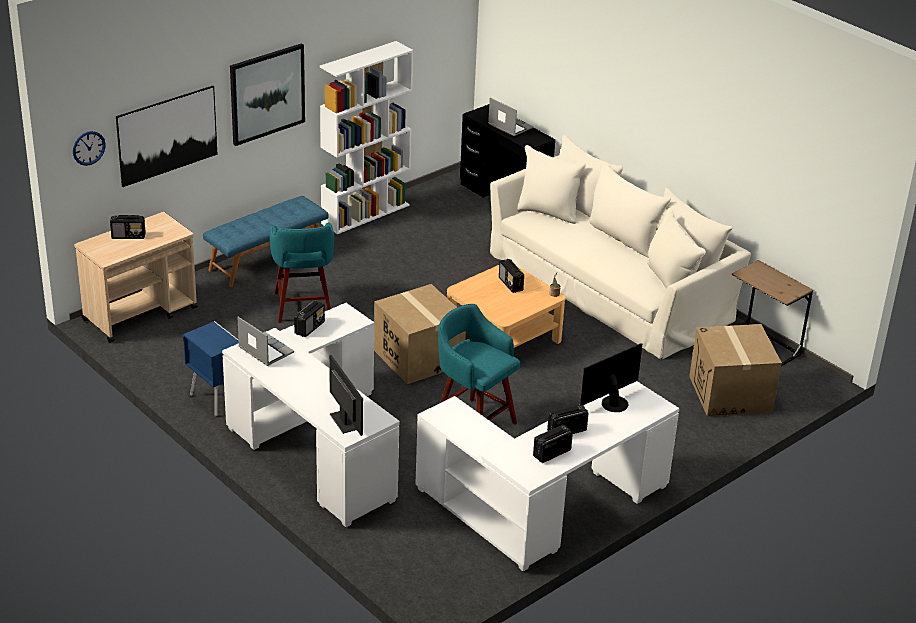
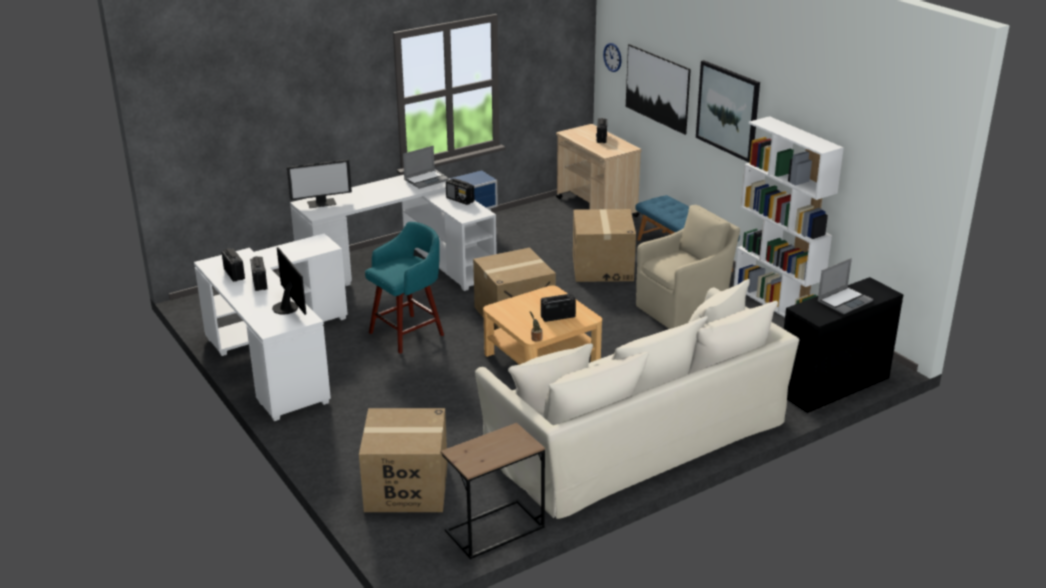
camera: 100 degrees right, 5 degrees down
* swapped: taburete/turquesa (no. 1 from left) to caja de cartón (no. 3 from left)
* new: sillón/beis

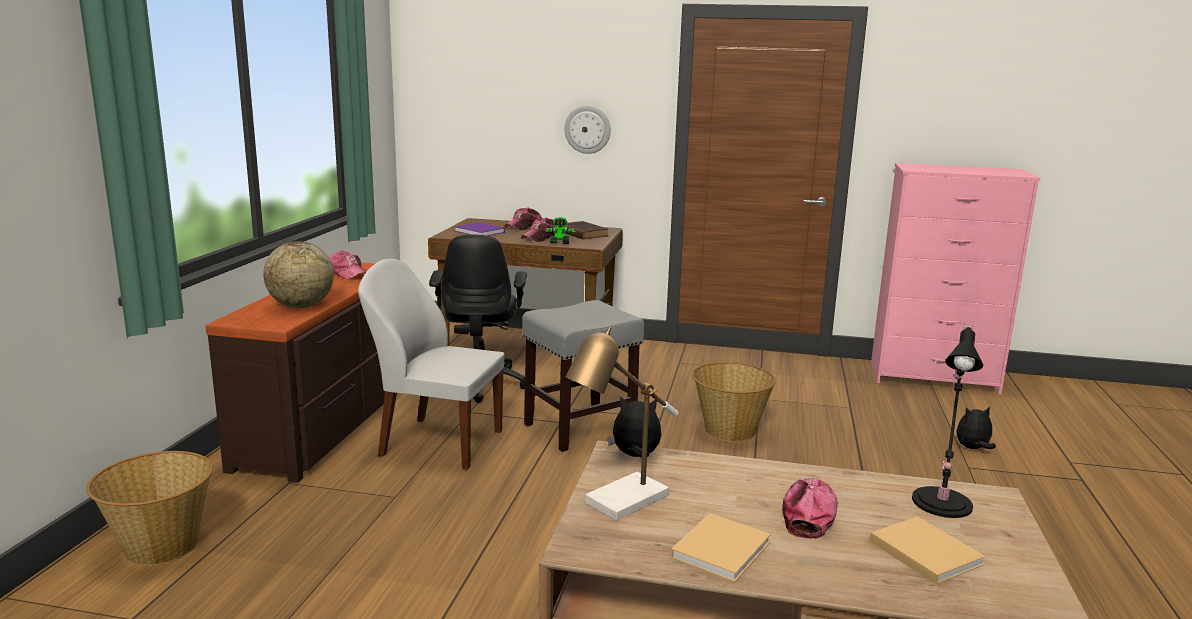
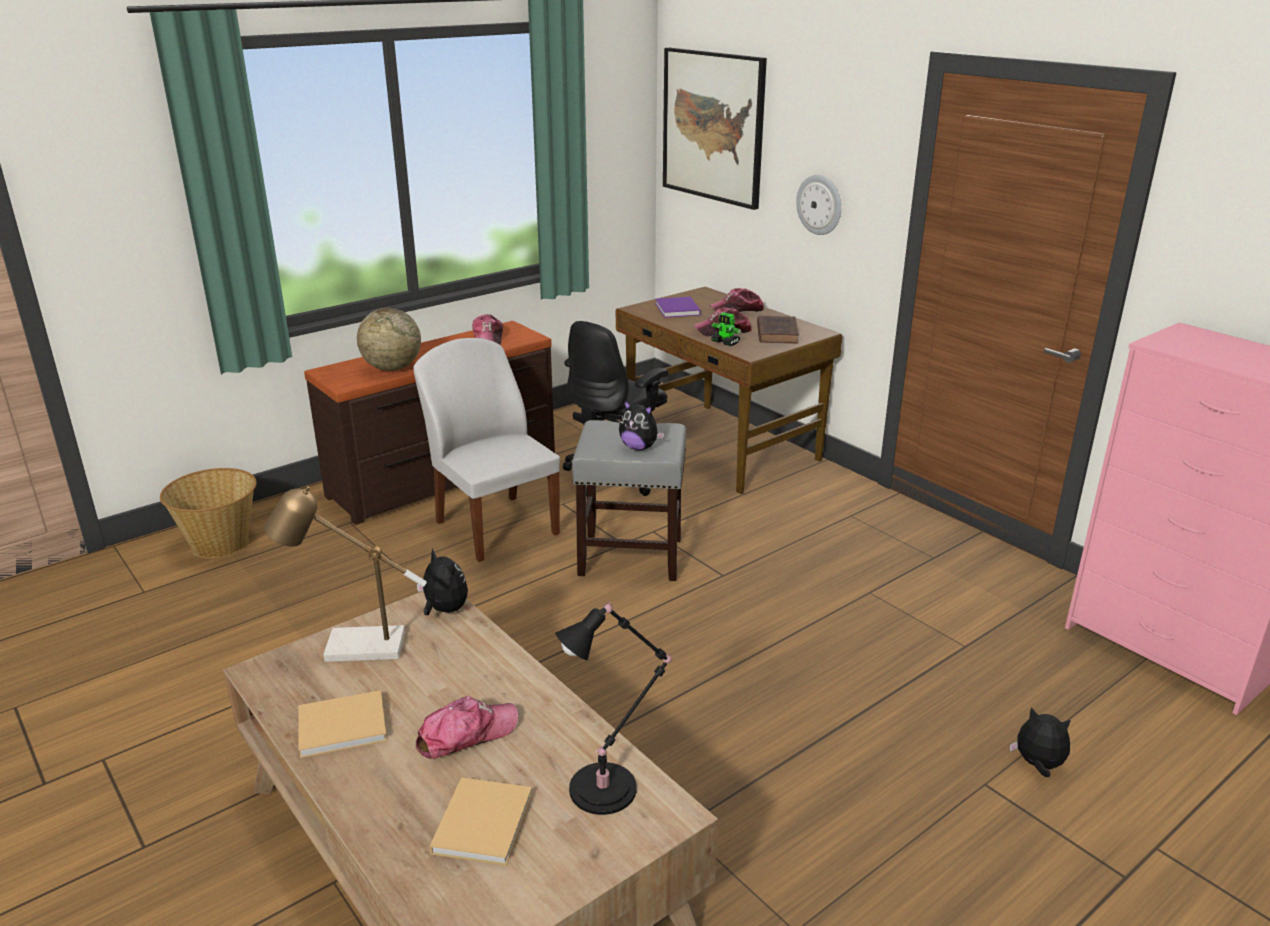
camera: 40 degrees right, 10 degrees up
* gone: cesta (no. 2 from left)
* new: peluche (no. 2 from left)
* new: cuadro

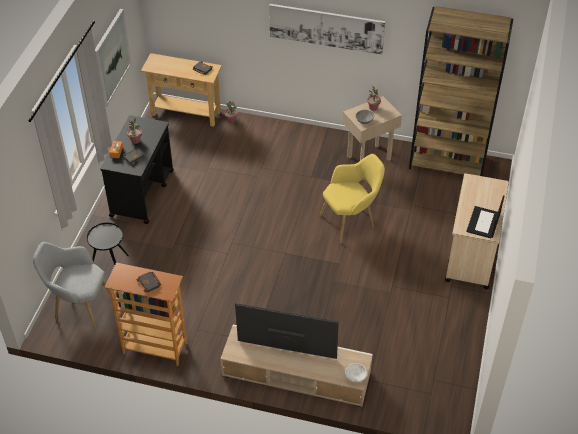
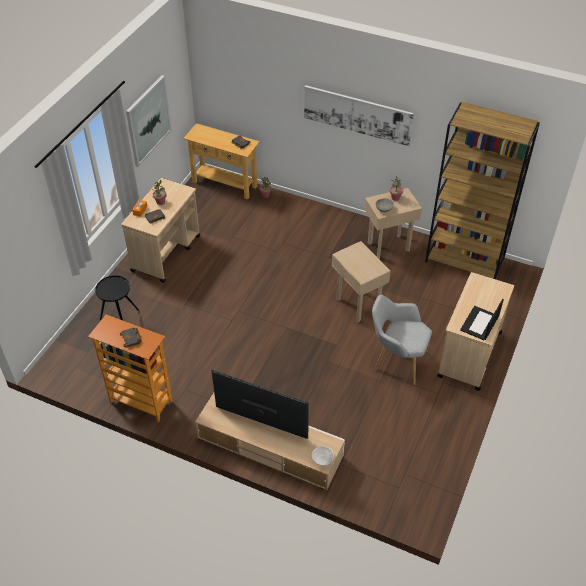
camera: 10 degrees right, 0 degrees up
* shifted: sillón/gris
* repainted: carrito/negro to carrito/beis (no. 1 from left)
* swapped: sillón/amarillo to mesa auxiliar/beis (no. 1 from left)

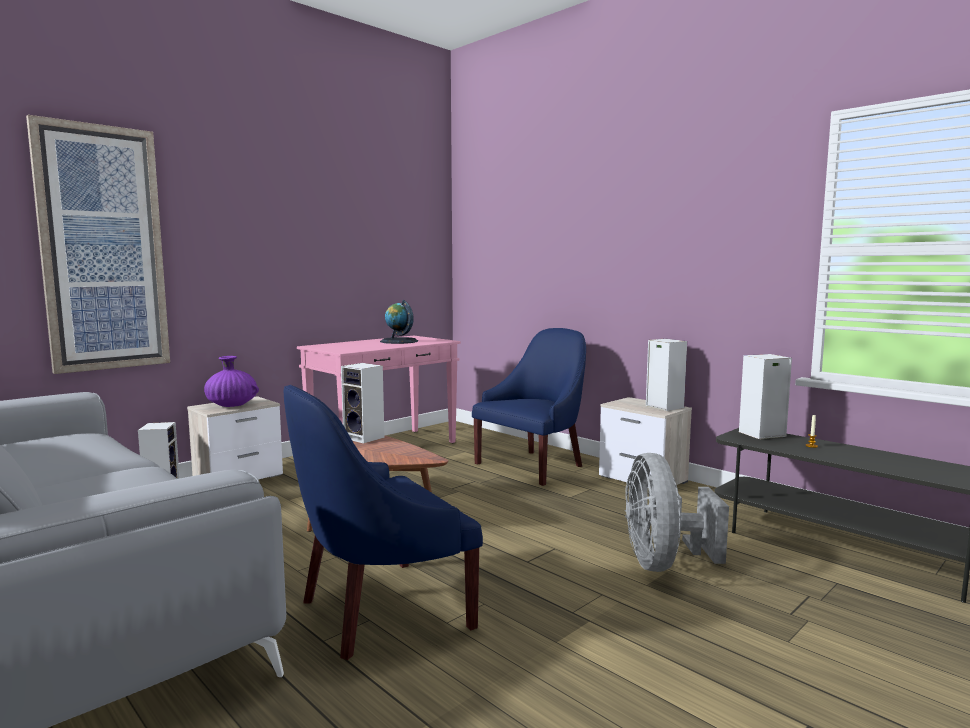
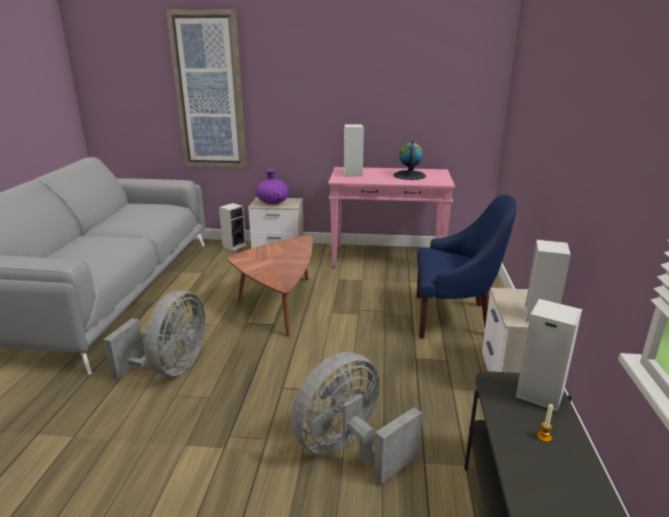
camera: 50 degrees right, 15 degrees up
* swapped: sillón/azul (no. 1 from left) to ventilador/gris (no. 1 from left)
* shifted: altavoz (no. 2 from left)

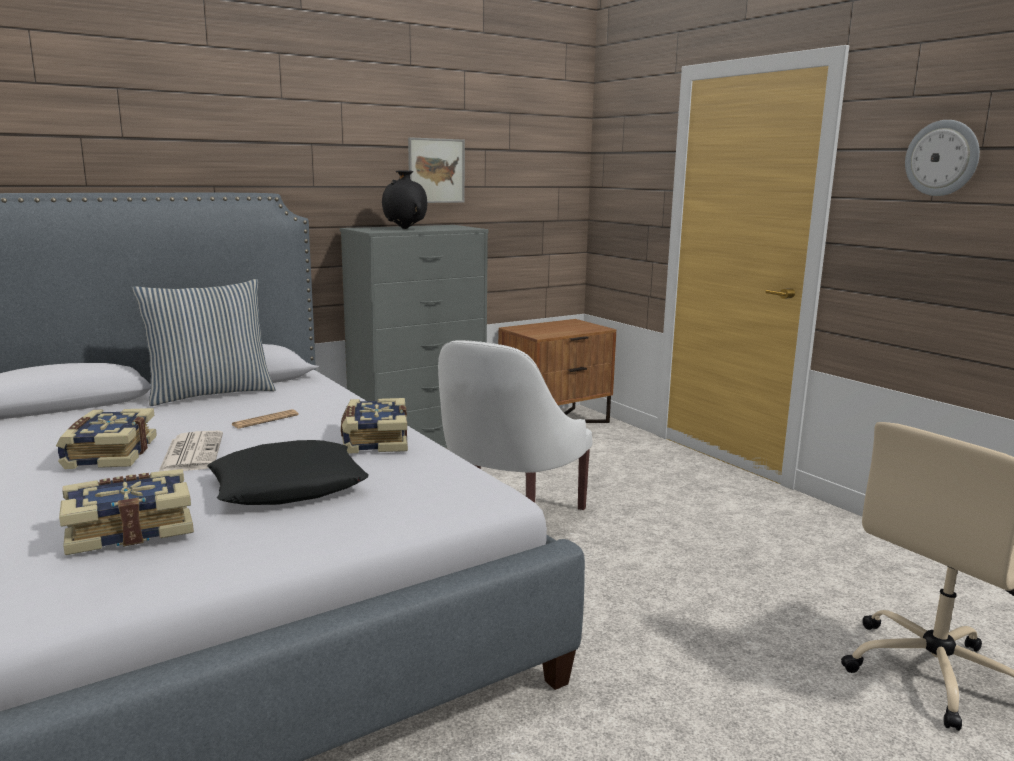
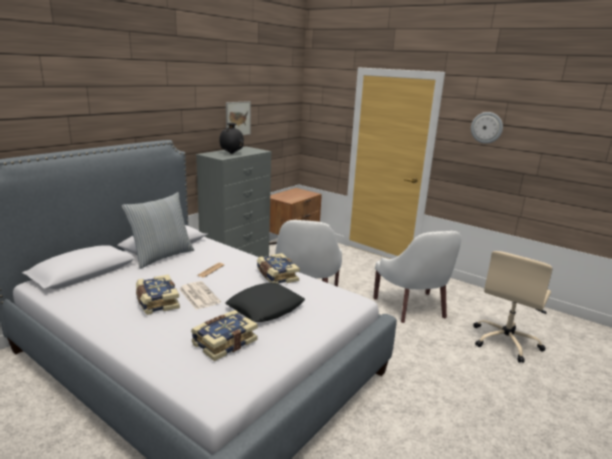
camera: 20 degrees left, 5 degrees up
* new: sillón/blanco (no. 2 from left)

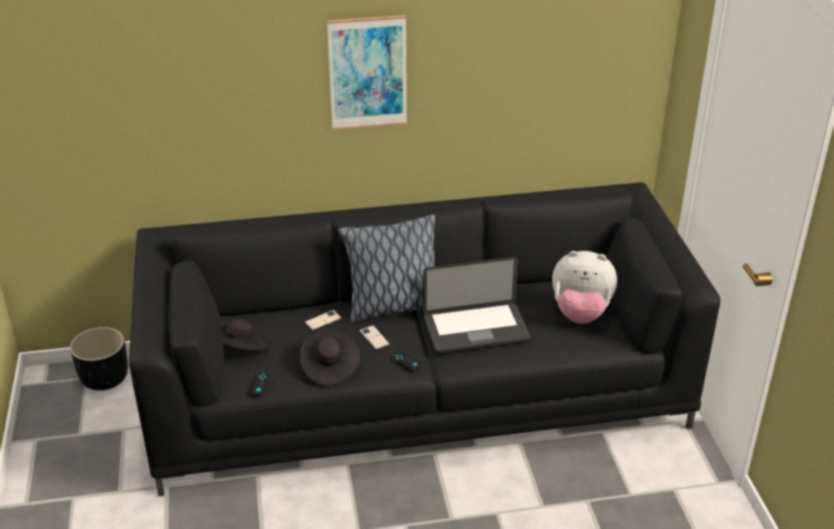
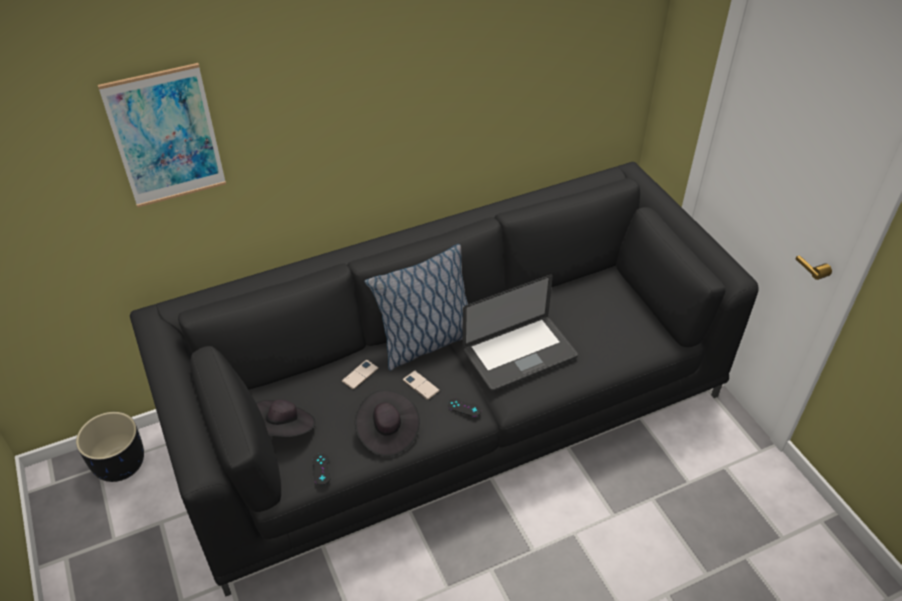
camera: 15 degrees left, 10 degrees up
* shifted: cuadro
* gone: peluche

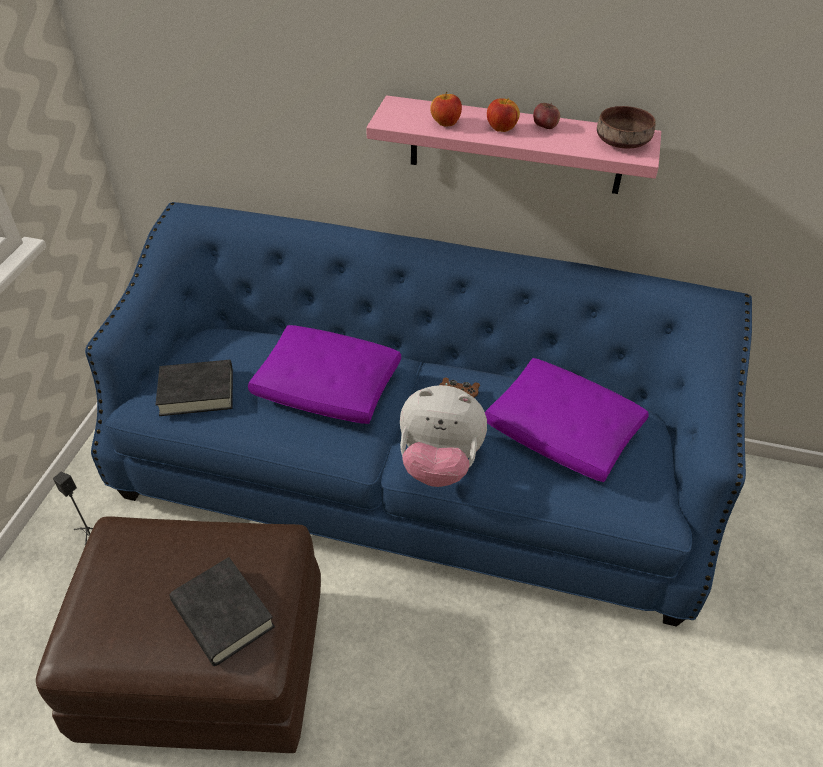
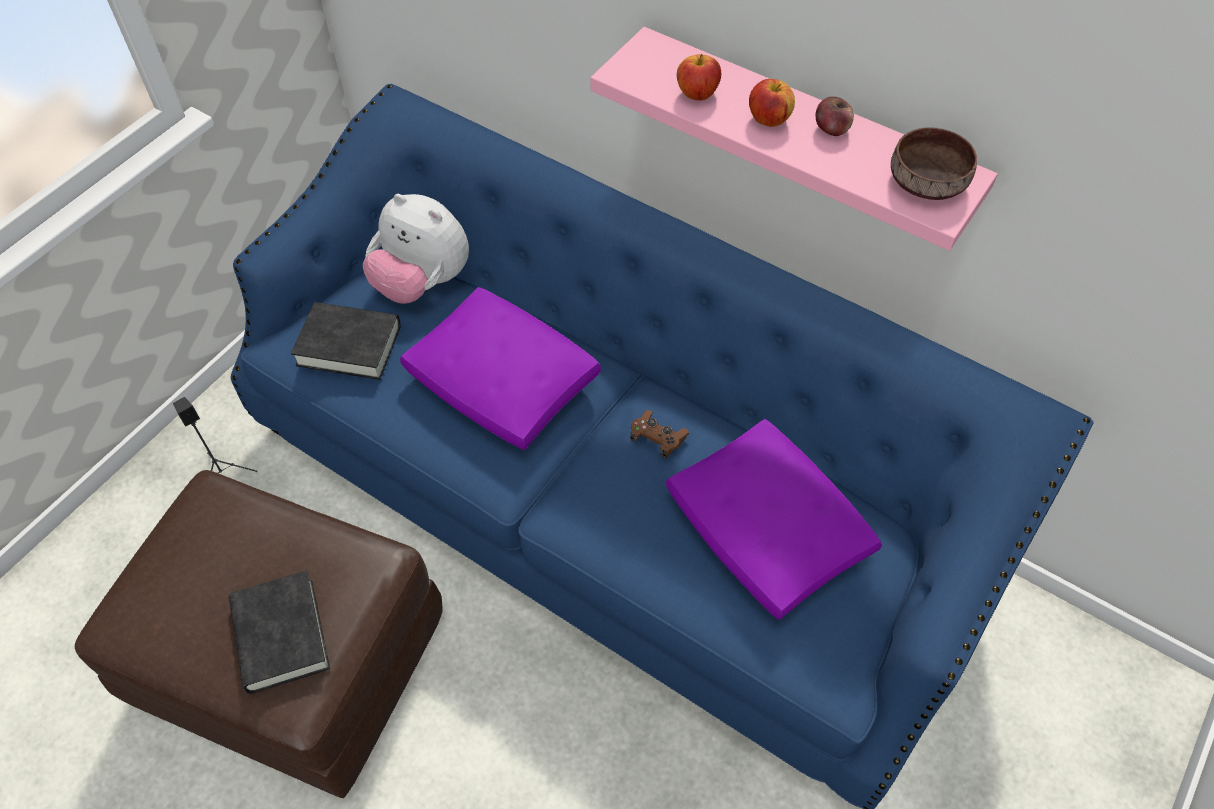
camera: 20 degrees right, 10 degrees up
* shifted: peluche

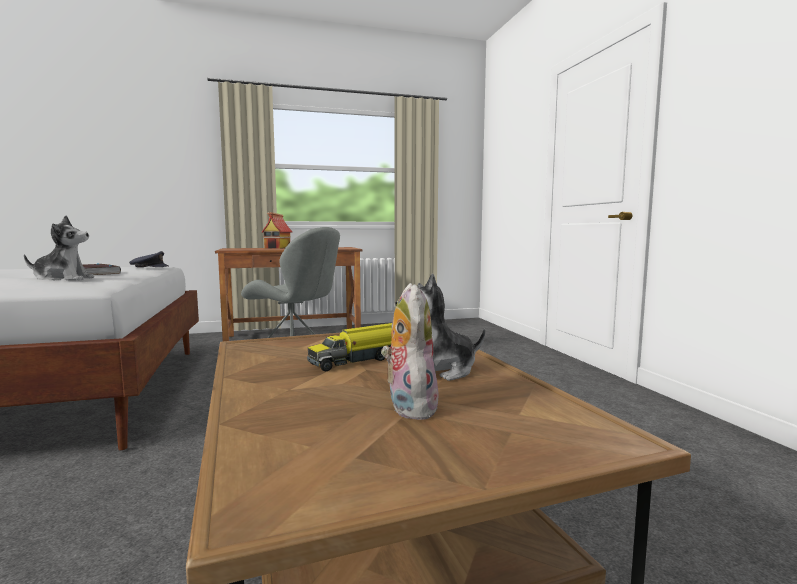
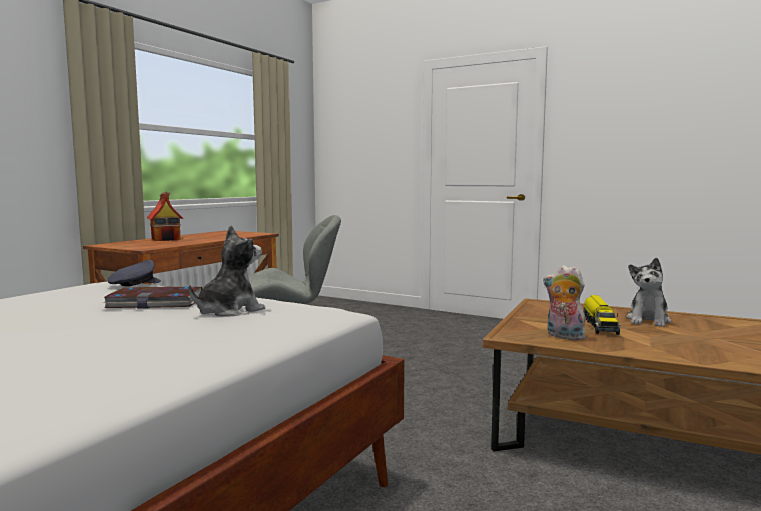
camera: 45 degrees left, 0 degrees up
* shifted: peluche (no. 2 from left)

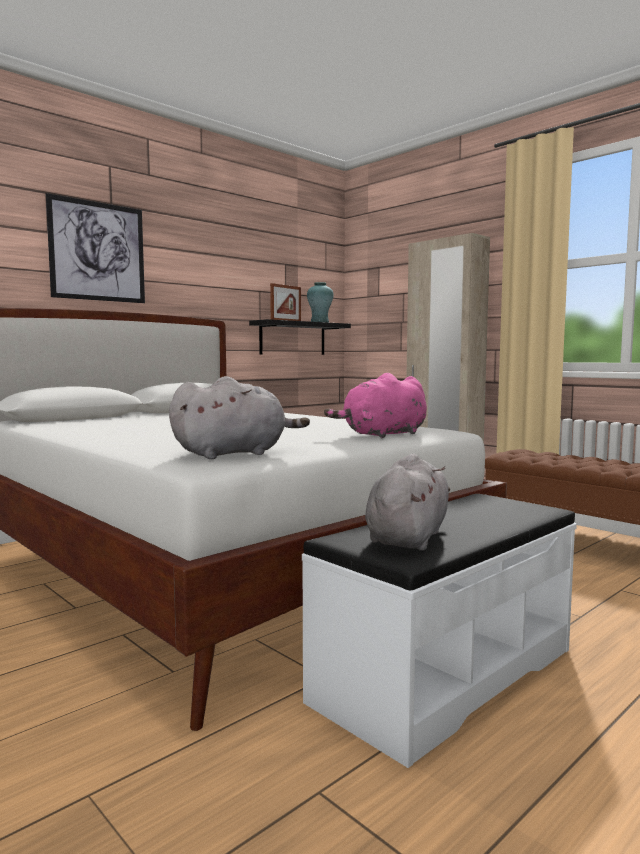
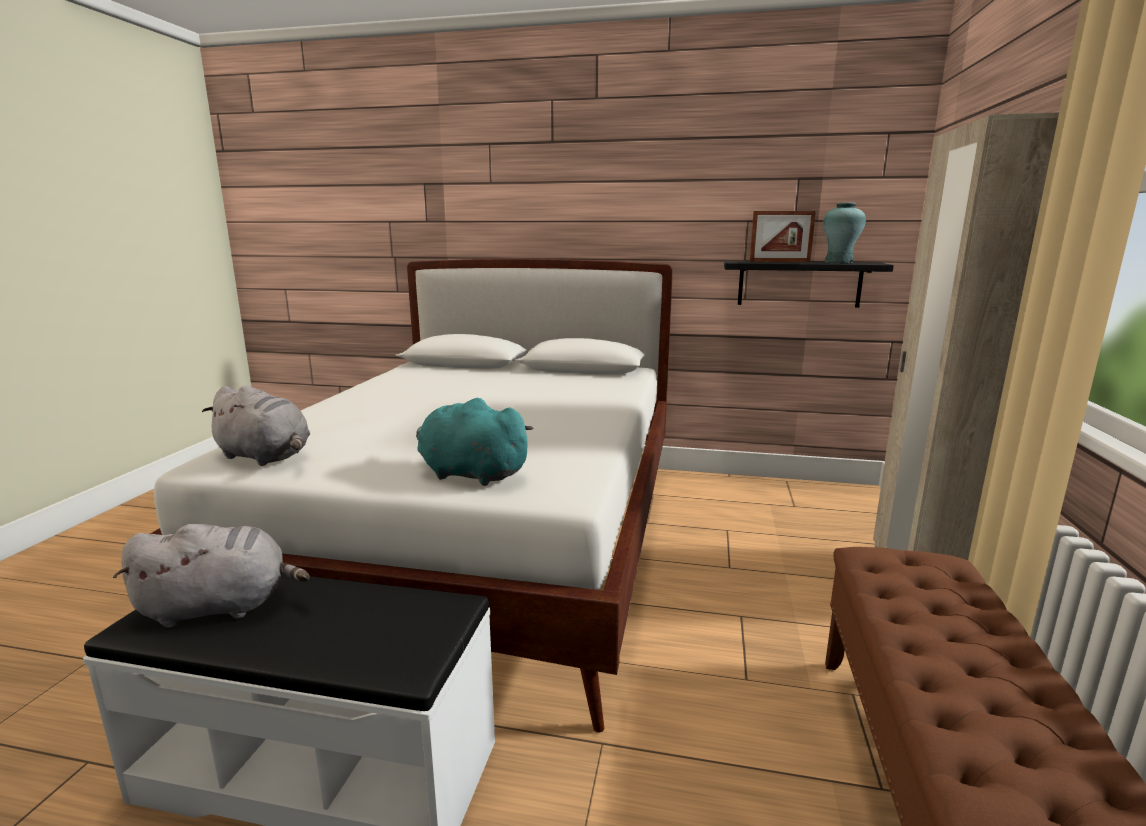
camera: 55 degrees right, 10 degrees up
* gone: cuadro
* repainted: peluche/rosa to peluche/turquesa

